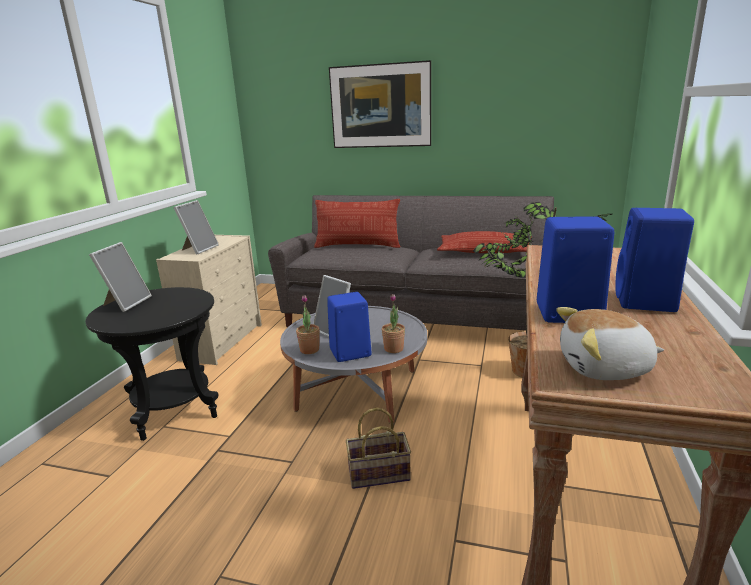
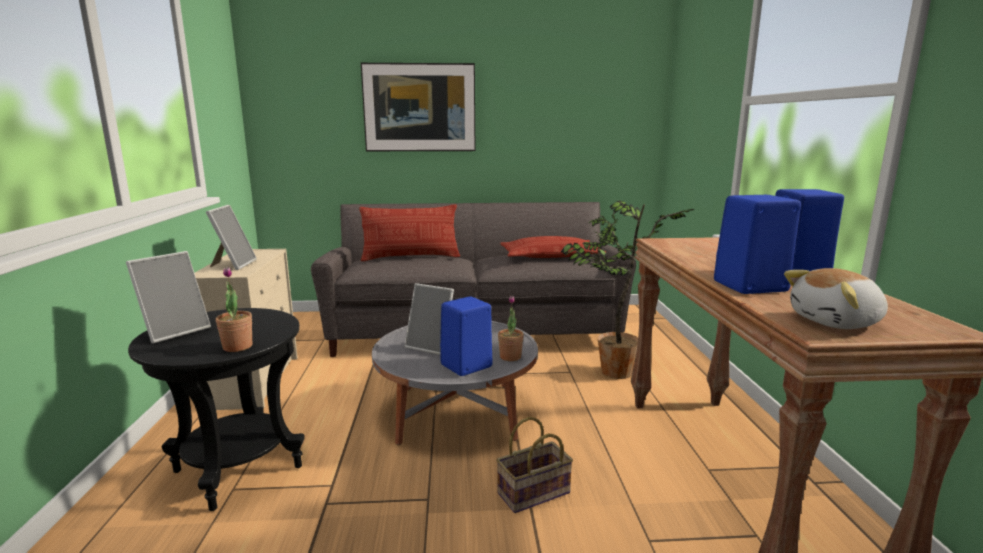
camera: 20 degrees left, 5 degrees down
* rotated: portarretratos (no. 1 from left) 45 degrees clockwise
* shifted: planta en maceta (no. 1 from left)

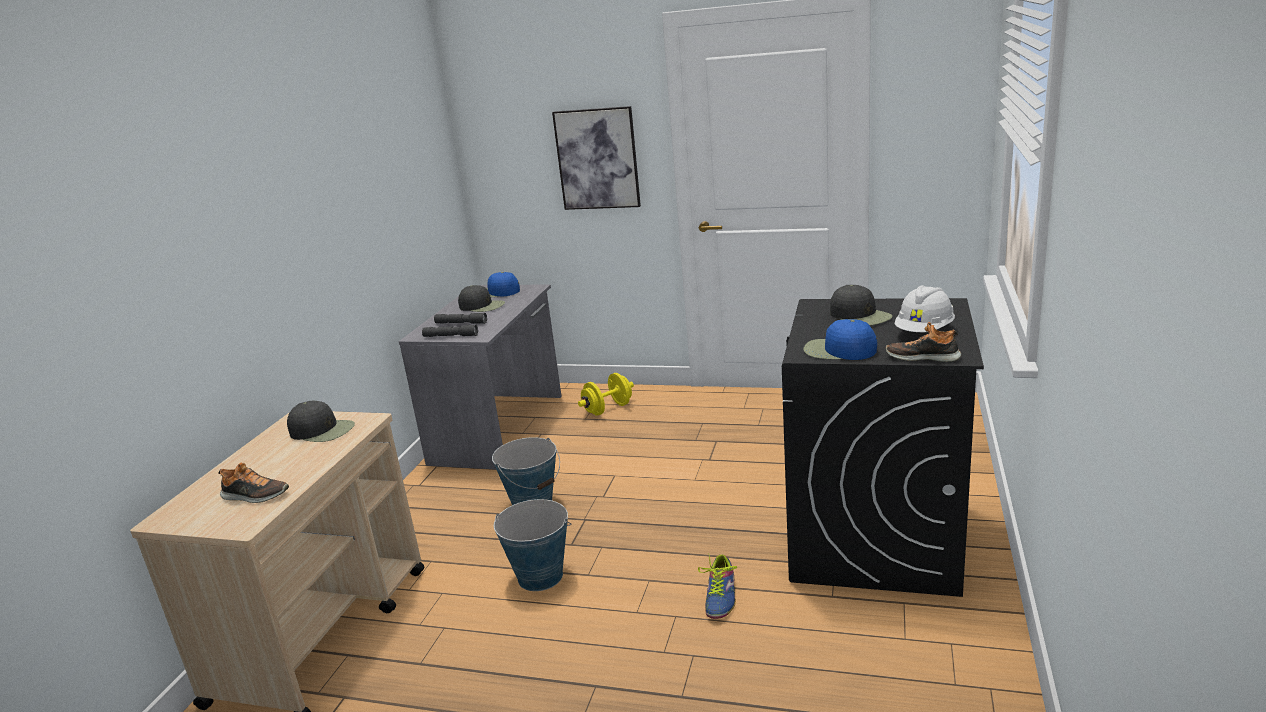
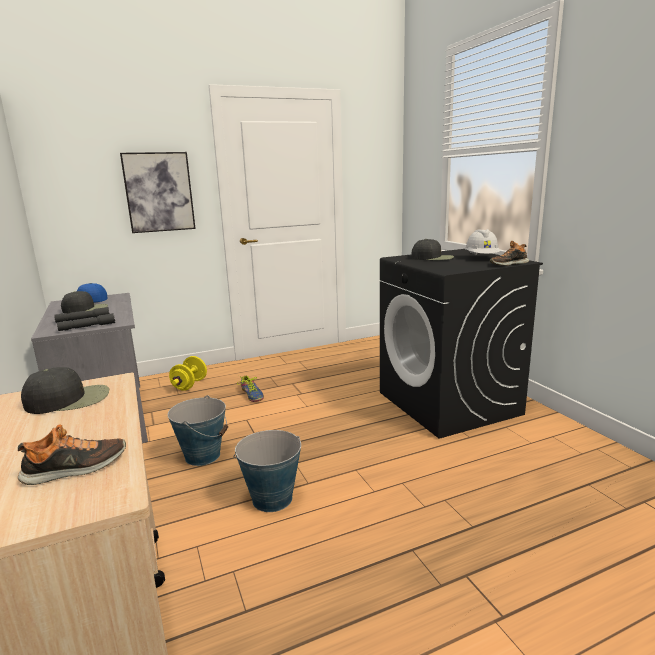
camera: 40 degrees left, 5 degrees down
* shifted: zapato (no. 2 from left)
* gone: gorra/azul (no. 2 from left)

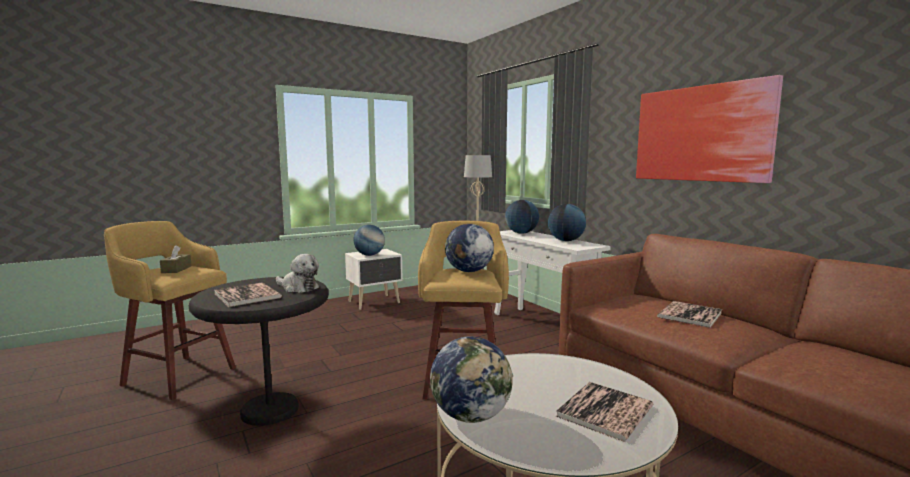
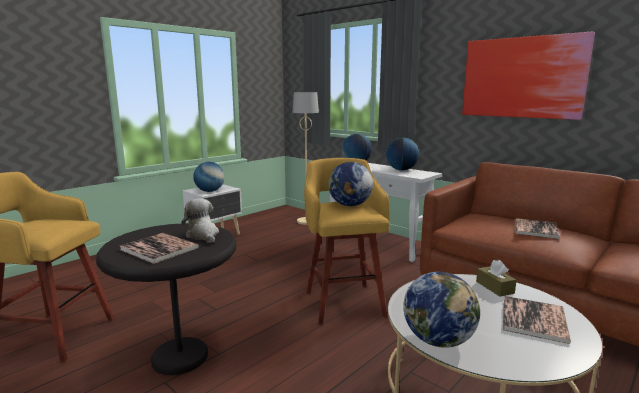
camera: 15 degrees left, 5 degrees up
* shifted: caja de pañuelos/marrón
* rotated: peluche 135 degrees counterclockwise

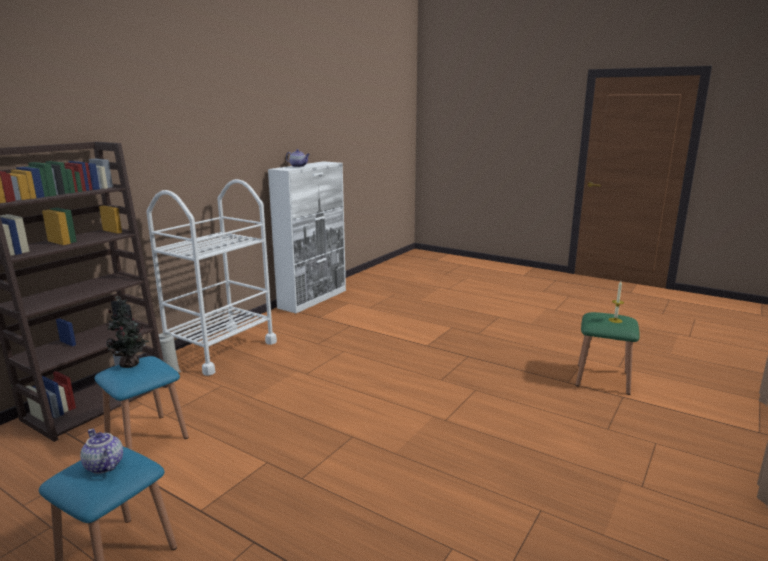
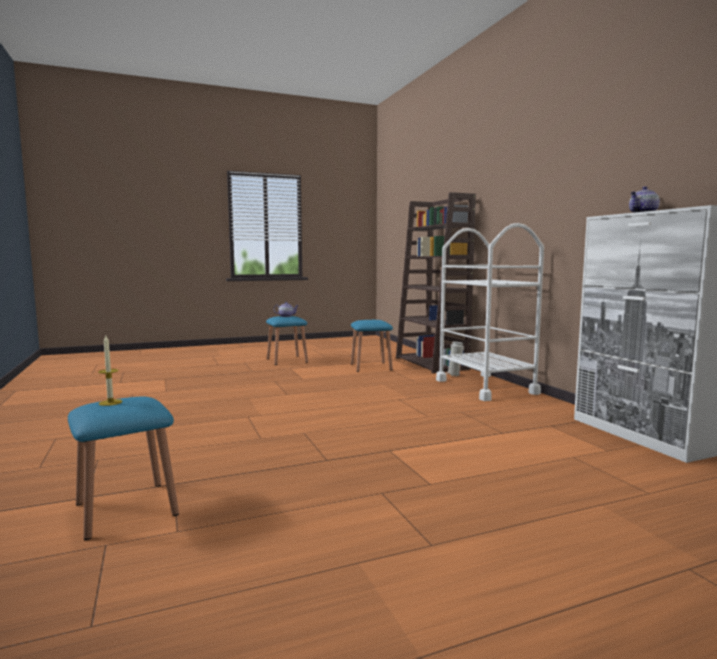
camera: 125 degrees right, 10 degrees down
* gone: planta en maceta
* repainted: taburete/verde to taburete/azul (no. 1 from left)

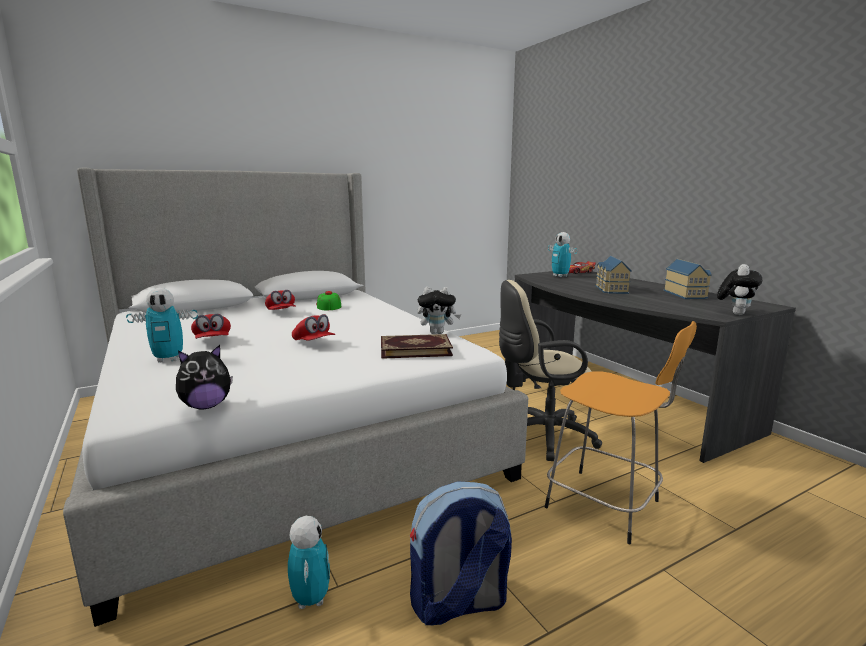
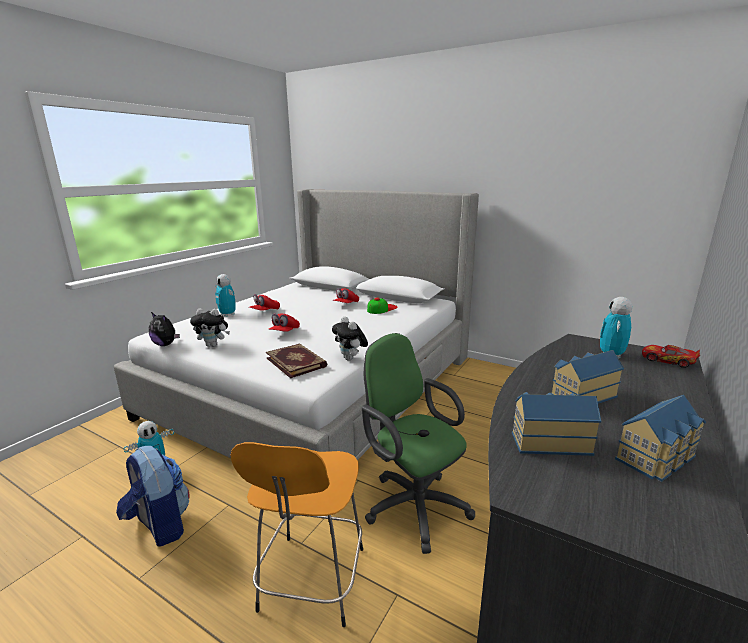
camera: 60 degrees right, 5 degrees up
* repainted: silla de oficina/beis to silla de oficina/verde
* shifted: peluche (no. 3 from left in the first image) to peluche (no. 2 from left)
* new: casita (no. 1 from left)

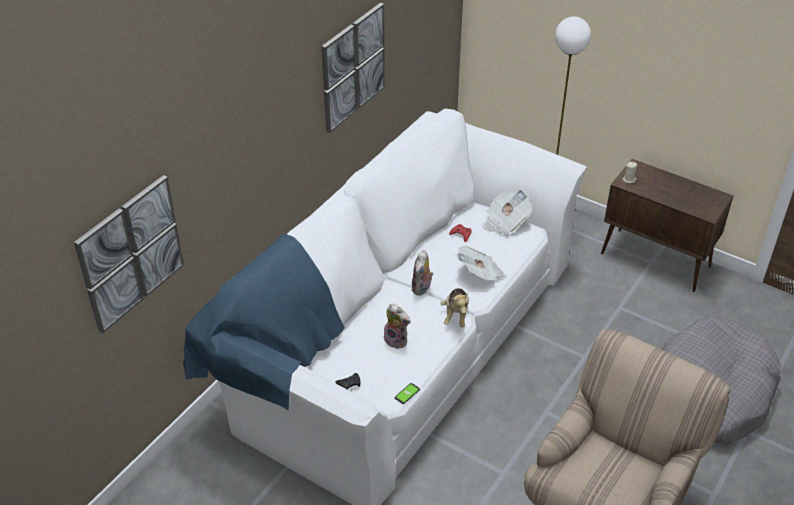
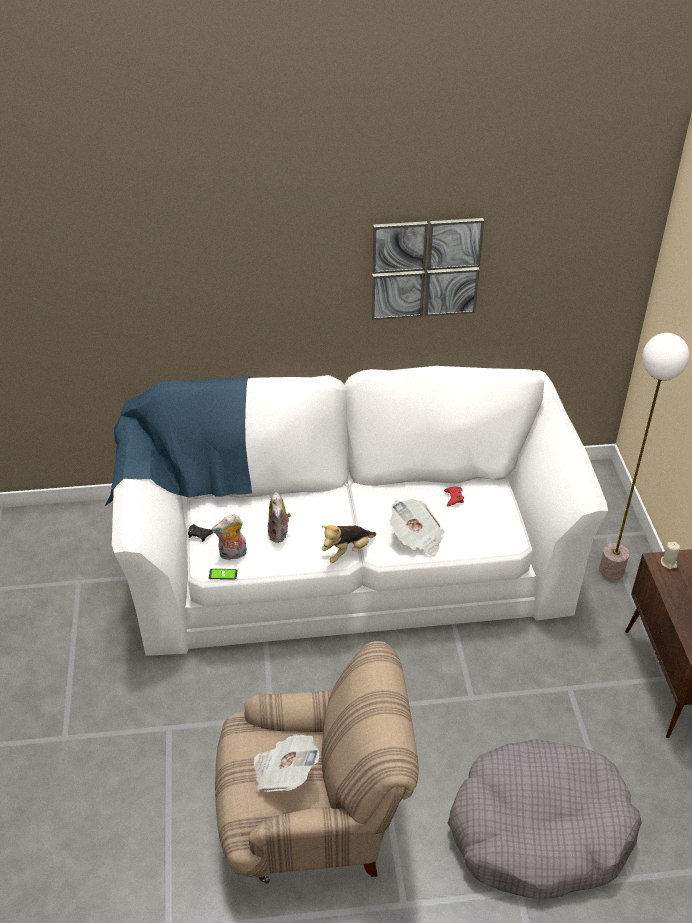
camera: 50 degrees right, 0 degrees up
* gone: cuadro (no. 1 from left)
* shifted: peluche (no. 2 from left in the first image) to peluche (no. 1 from left)
* shifted: periódico (no. 2 from left in the first image) to periódico (no. 1 from left)

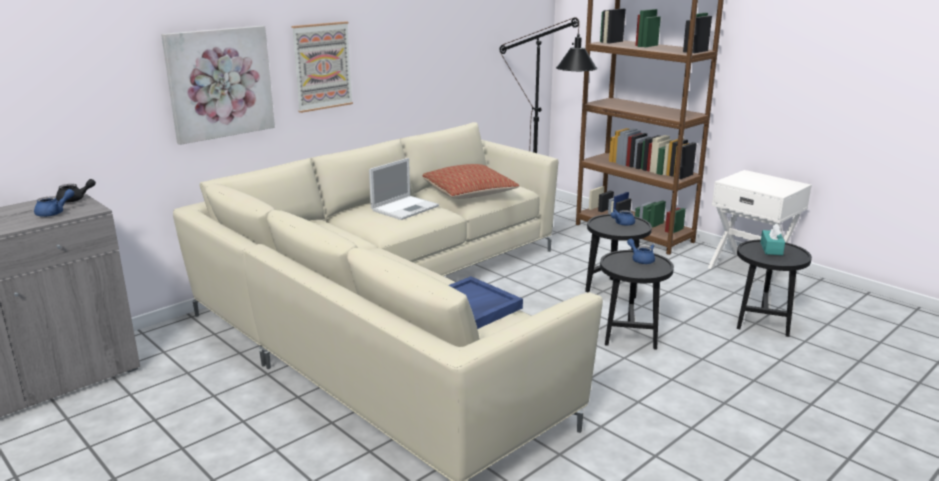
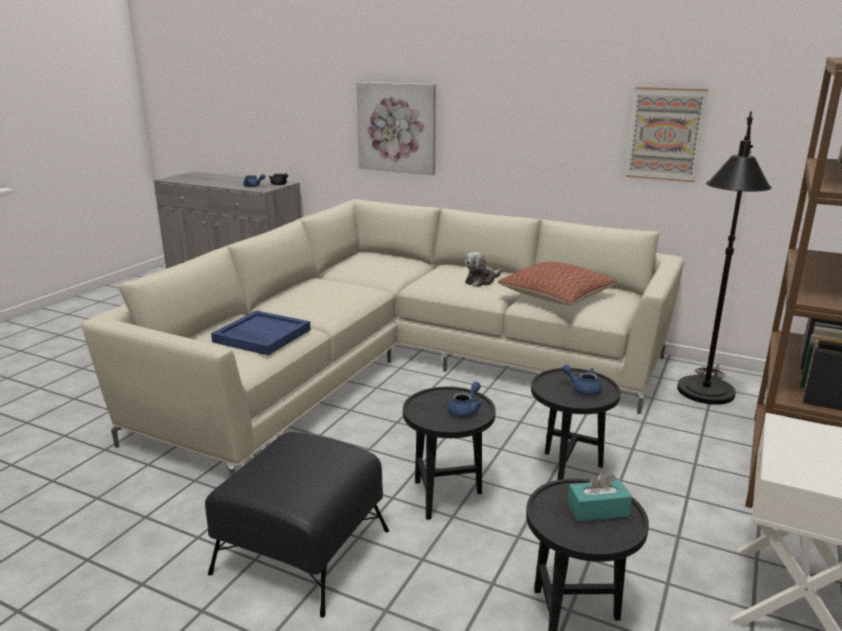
camera: 70 degrees right, 0 degrees up
* shifted: cuadro (no. 2 from left)
* swapped: portátil to peluche
* new: puf/negro

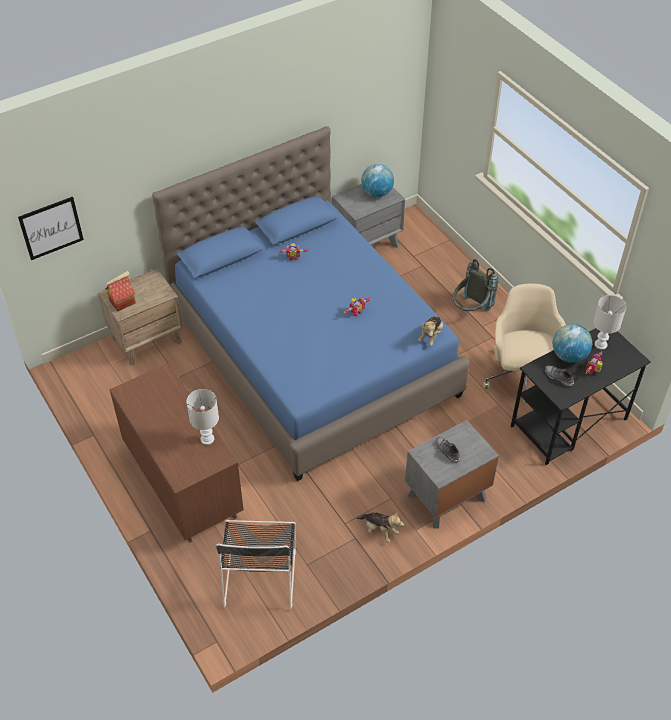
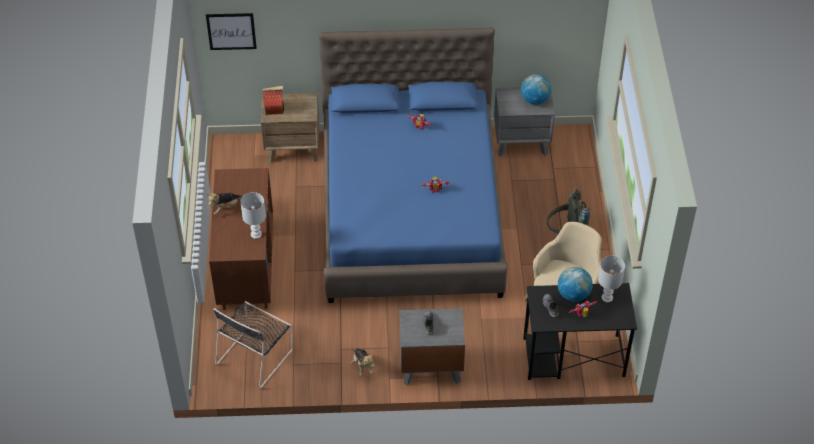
camera: 30 degrees right, 0 degrees up
* shifted: peluche (no. 2 from left in the first image) to peluche (no. 1 from left)

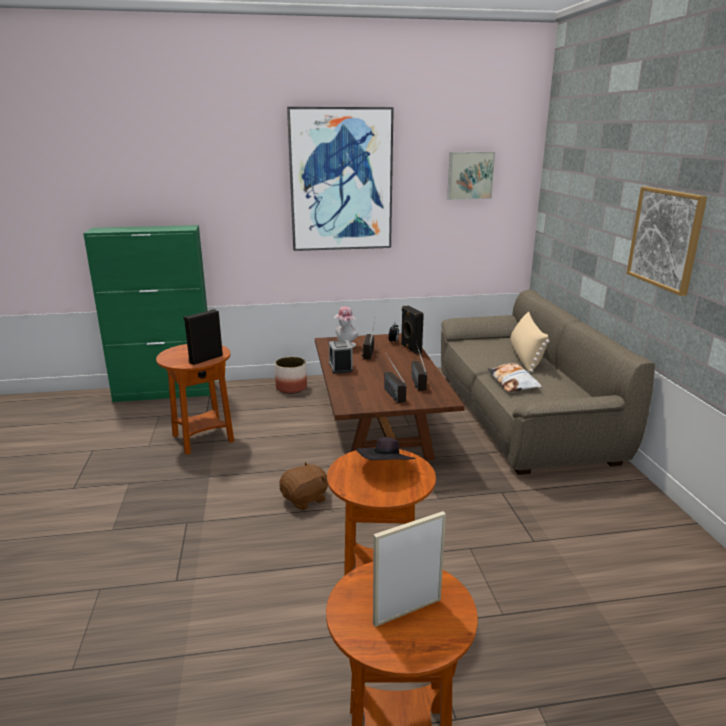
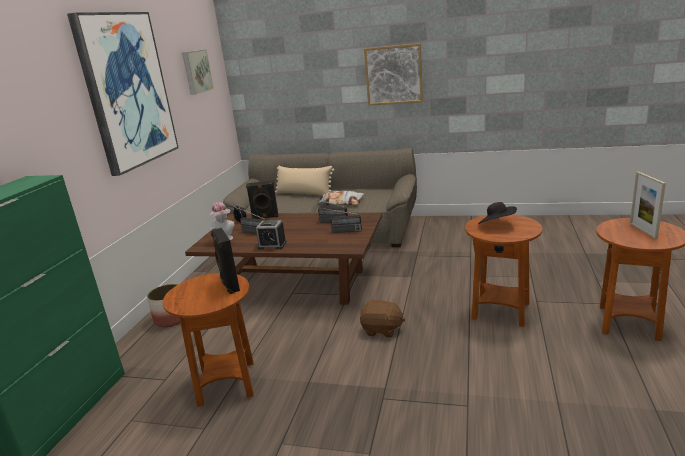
camera: 65 degrees left, 0 degrees up
* rotated: peluche/marrón 120 degrees clockwise

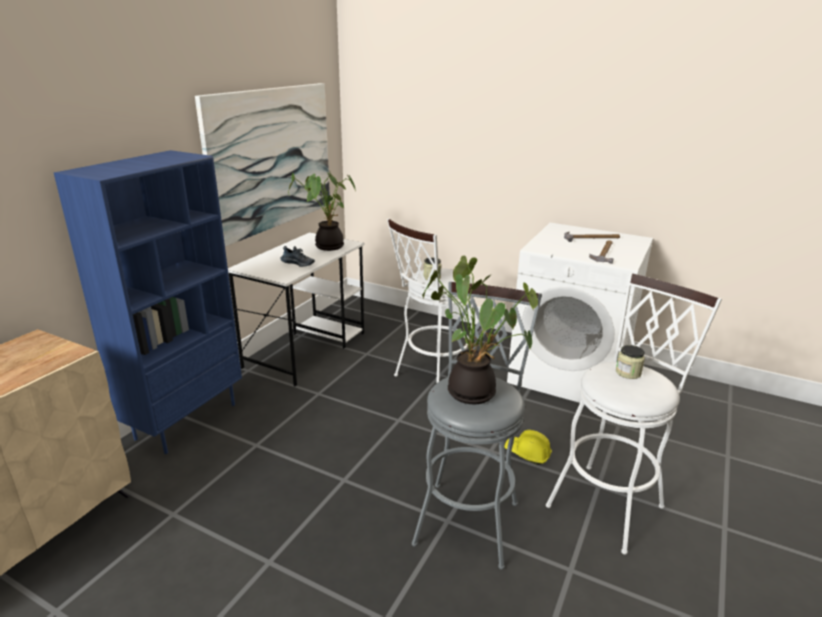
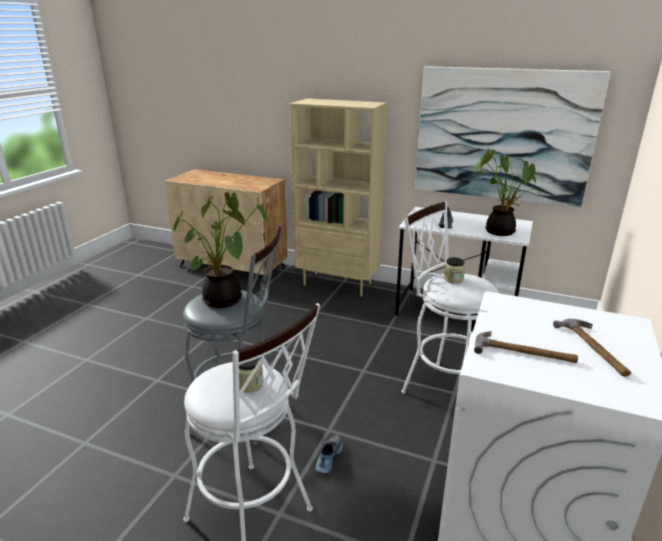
camera: 85 degrees right, 0 degrees up
* repainted: estantería/azul to estantería/beis
* swapped: casco/amarillo to zapato (no. 1 from left)

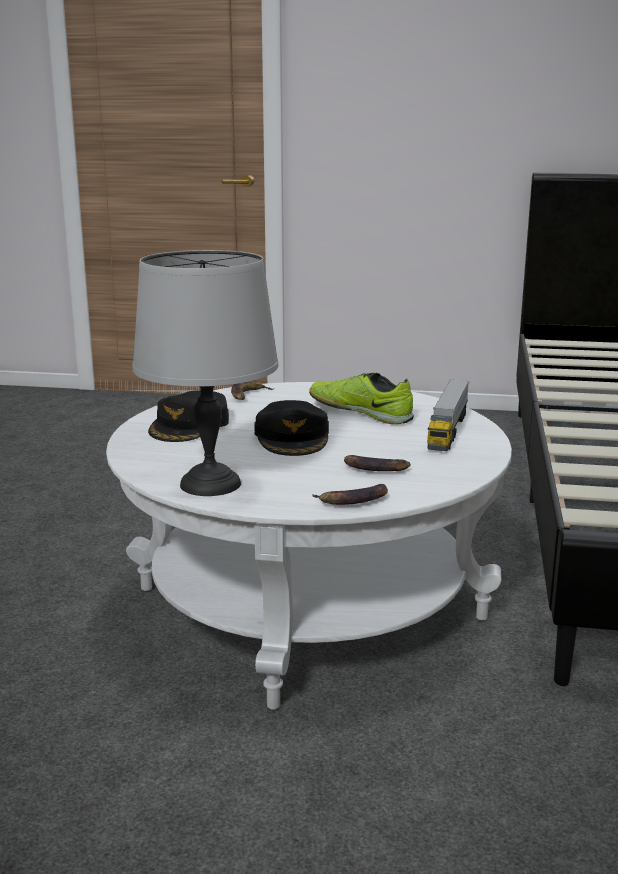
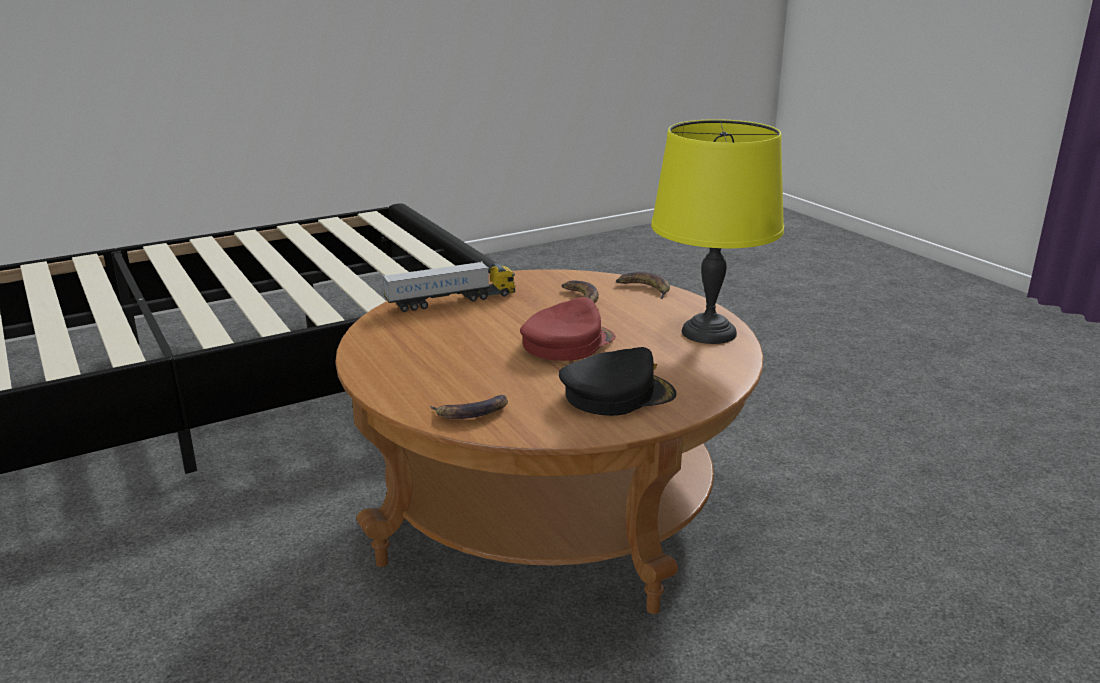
camera: 130 degrees left, 5 degrees up
* repainted: mesa de centro/blanco to mesa de centro/marrón
* repainted: lámpara de mesa/gris to lámpara de mesa/amarillo
* repainted: gorra/negro (no. 2 from left) to gorra/rojo
* gone: zapato

